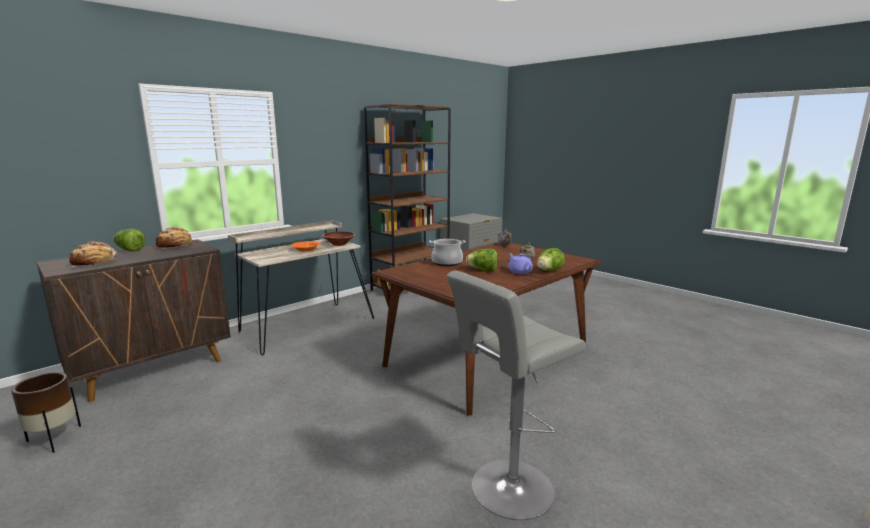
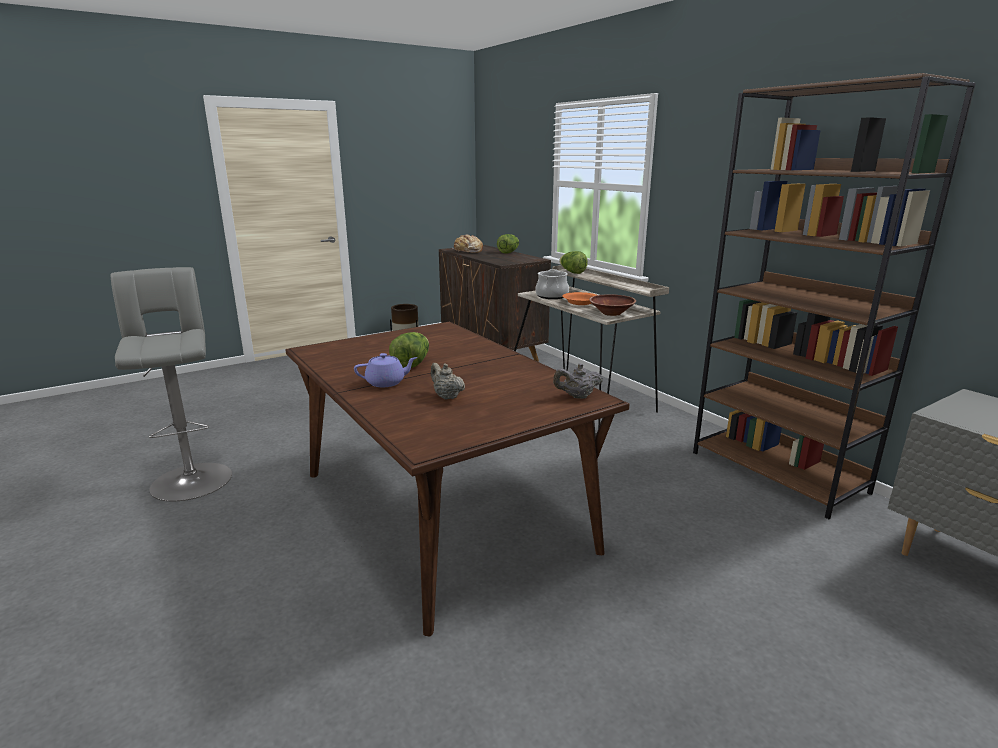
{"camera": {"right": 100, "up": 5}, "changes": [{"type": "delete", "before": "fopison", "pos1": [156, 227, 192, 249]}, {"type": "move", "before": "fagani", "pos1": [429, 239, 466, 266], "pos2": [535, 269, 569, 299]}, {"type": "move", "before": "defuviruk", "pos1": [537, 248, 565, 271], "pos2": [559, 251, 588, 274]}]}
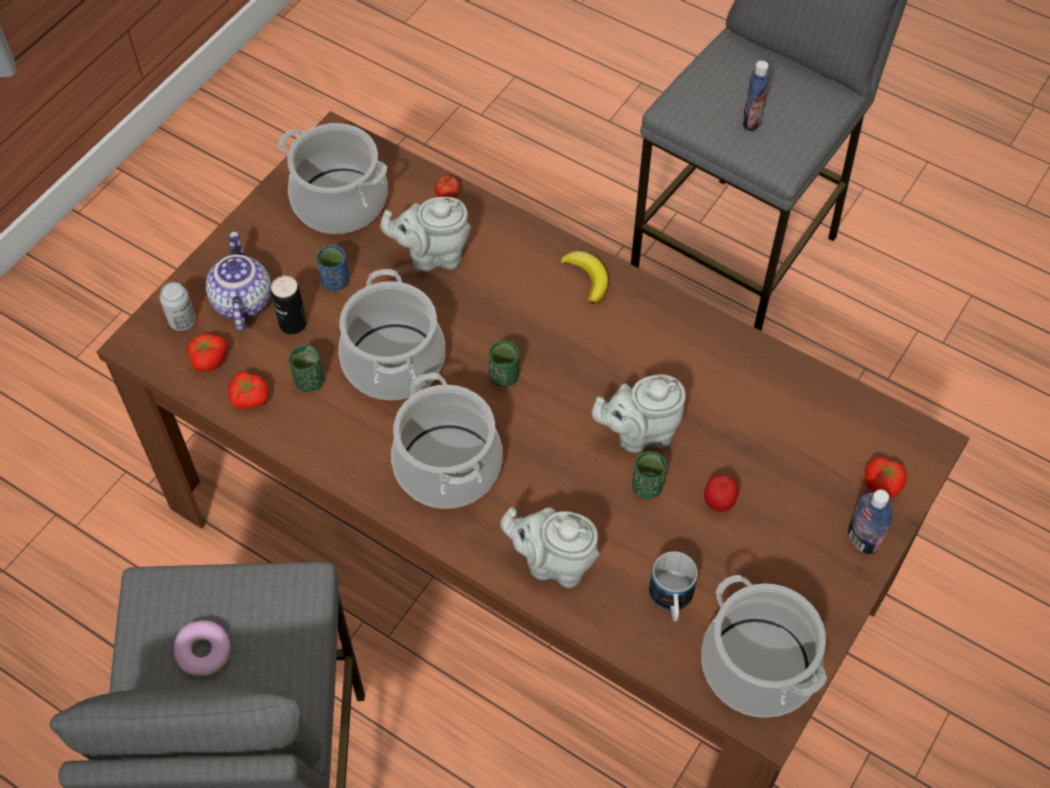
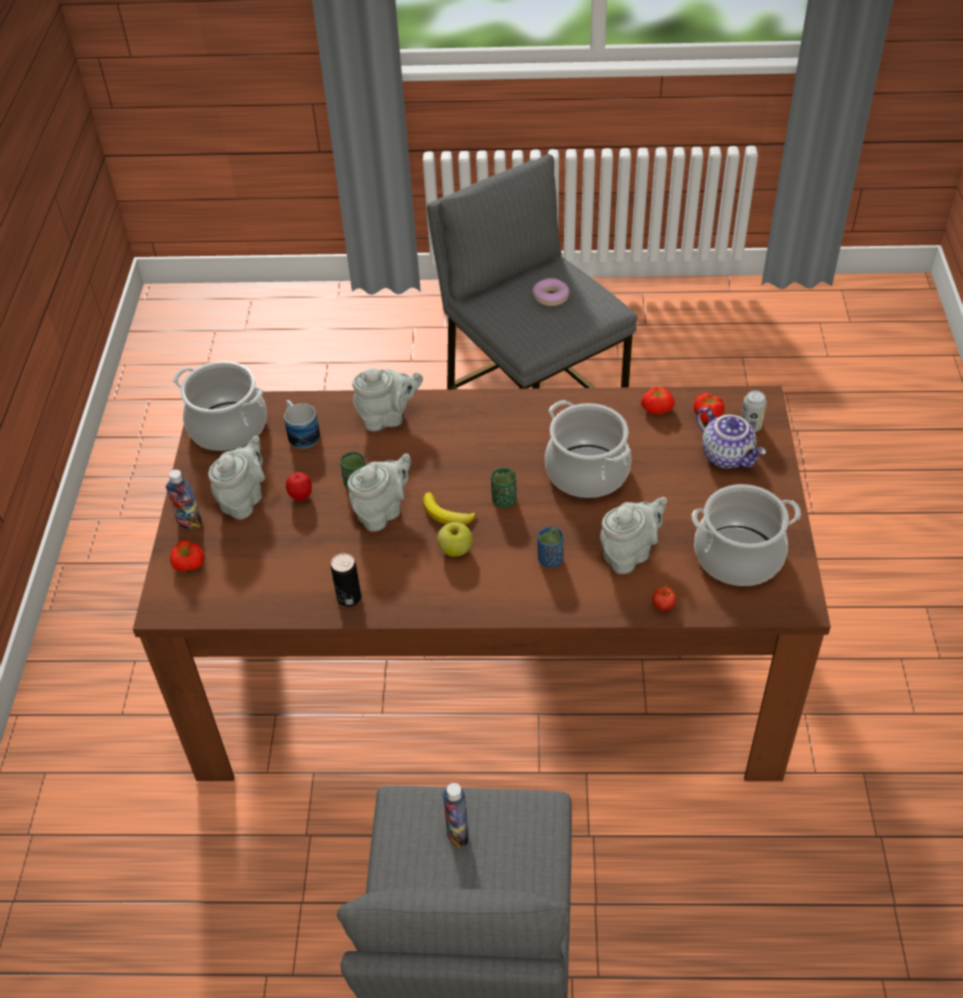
{"camera": {"right": 150, "up": -10}, "changes": [{"type": "move", "before": "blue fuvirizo", "pos1": [316, 245, 349, 291], "pos2": [538, 527, 564, 568]}, {"type": "move", "before": "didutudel", "pos1": [560, 251, 608, 304], "pos2": [423, 492, 476, 525]}, {"type": "move", "before": "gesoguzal", "pos1": [271, 276, 307, 334], "pos2": [331, 553, 361, 607]}, {"type": "delete", "before": "green fuvirizo", "pos1": [289, 345, 324, 392]}, {"type": "delete", "before": "fagani", "pos1": [391, 373, 503, 509]}, {"type": "insert", "after": "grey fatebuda", "pos2": [208, 436, 265, 520]}, {"type": "insert", "after": "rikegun", "pos2": [437, 522, 473, 557]}]}
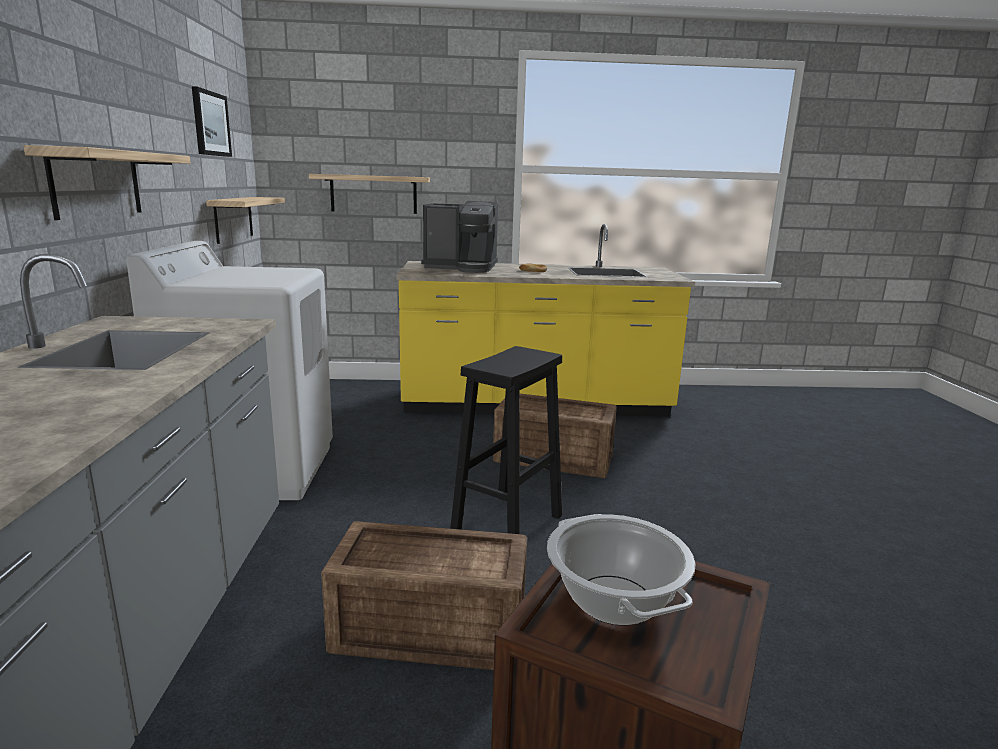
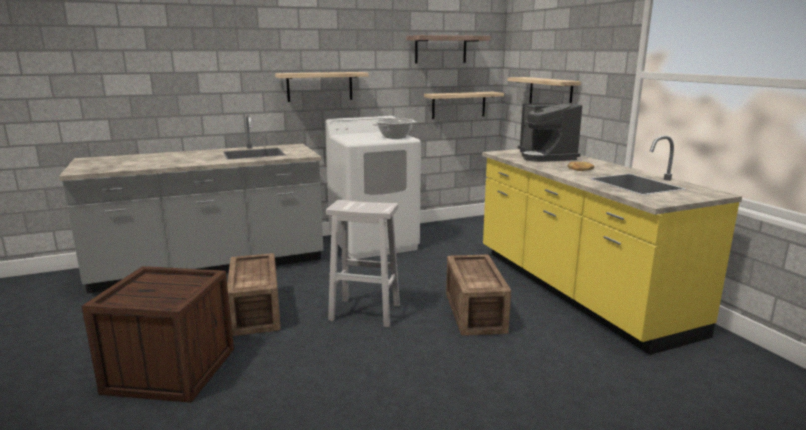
{"camera": {"right": 70, "up": 0}, "changes": [{"type": "replace", "before": "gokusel", "after": "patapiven", "pos1": [192, 86, 232, 157], "pos2": [406, 35, 491, 63]}, {"type": "recolor", "before": "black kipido", "after": "white kipido", "pos1": [450, 346, 562, 534], "pos2": [326, 200, 400, 327]}, {"type": "move", "before": "fagani", "pos1": [547, 514, 696, 626], "pos2": [372, 118, 417, 139]}]}
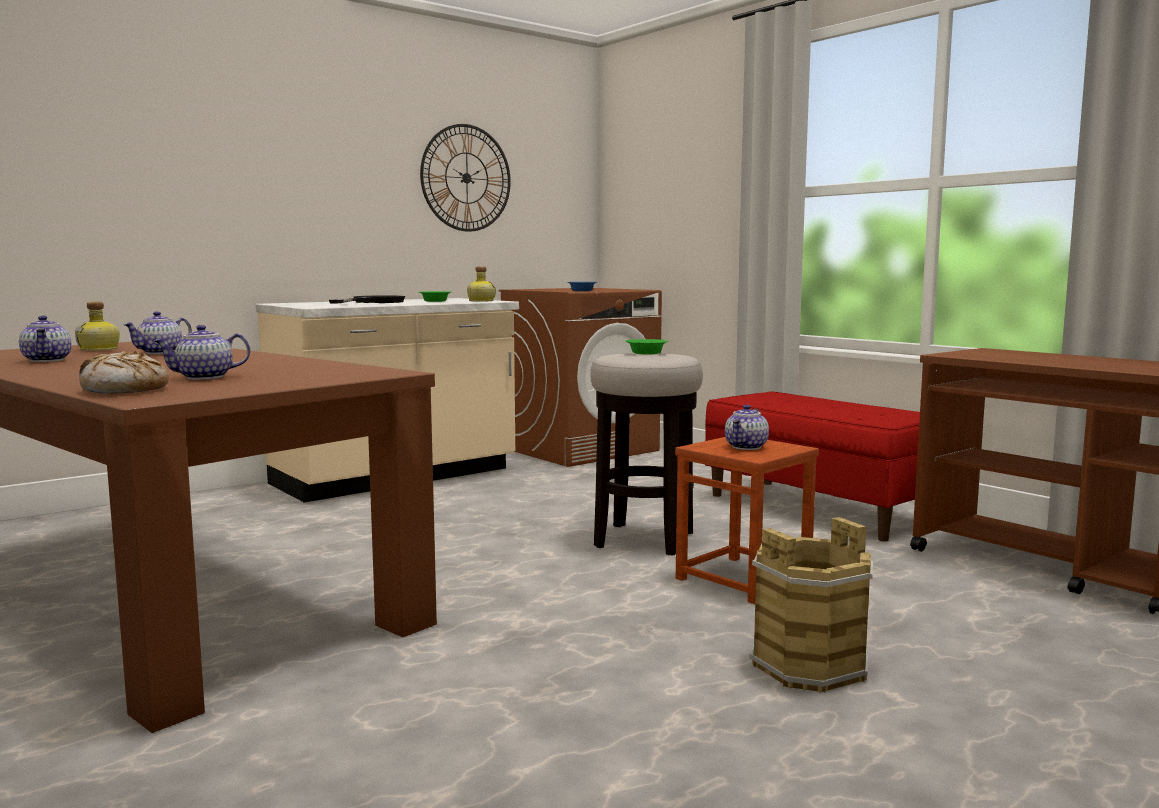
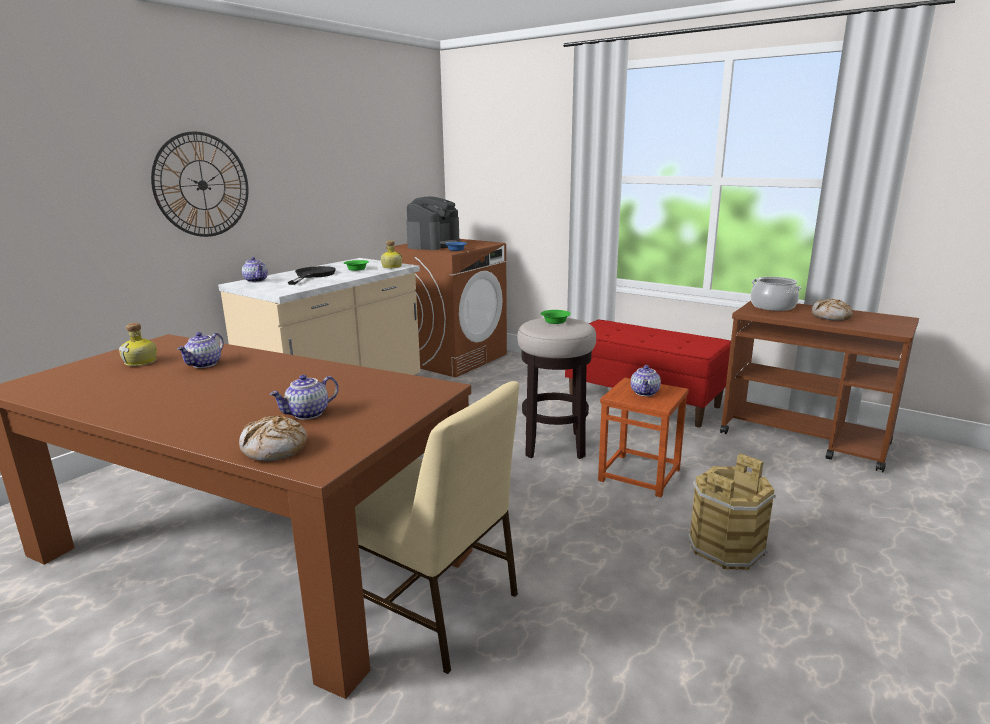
{"camera": {"right": -15, "up": 10}, "changes": [{"type": "move", "before": "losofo", "pos1": [420, 124, 511, 232], "pos2": [151, 131, 249, 237]}, {"type": "move", "before": "fatebuda", "pos1": [19, 316, 71, 362], "pos2": [242, 257, 268, 282]}, {"type": "insert", "after": "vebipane", "pos2": [406, 196, 460, 250]}, {"type": "insert", "after": "fagani", "pos2": [751, 277, 801, 311]}, {"type": "insert", "after": "fopison", "pos2": [812, 299, 853, 321]}, {"type": "insert", "after": "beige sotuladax", "pos2": [355, 381, 519, 674]}]}
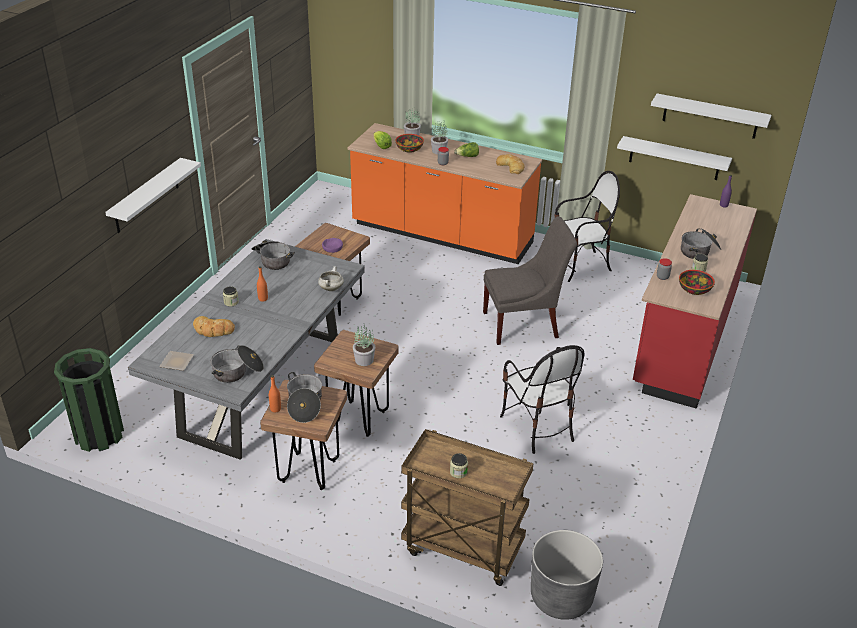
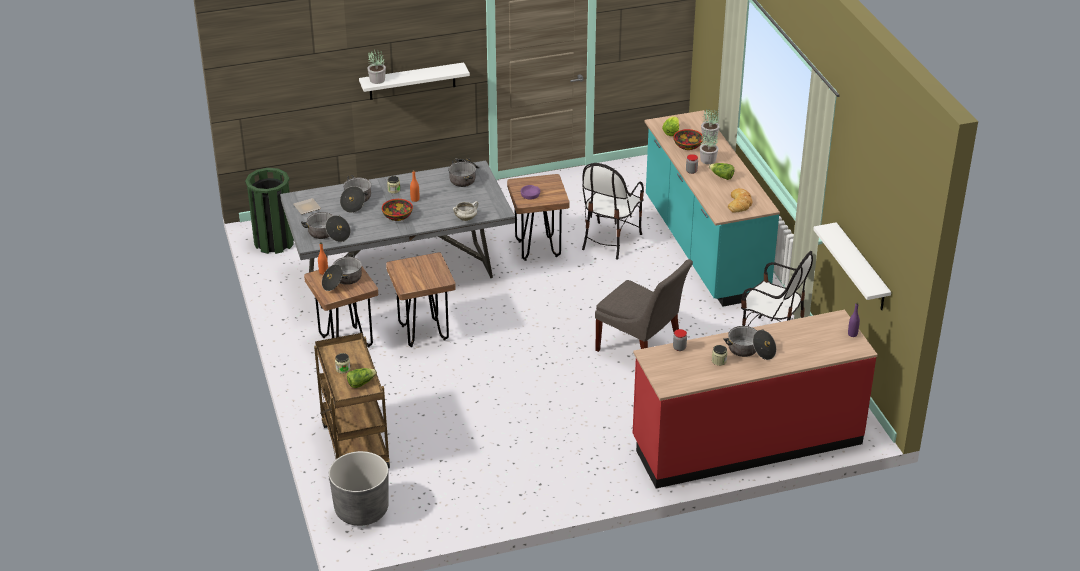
{"camera": {"right": 50, "up": 0}, "changes": [{"type": "delete", "before": "white patapiven", "pos1": [651, 94, 771, 139]}, {"type": "recolor", "before": "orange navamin", "after": "turquoise navamin", "pos1": [348, 123, 542, 264], "pos2": [645, 110, 780, 307]}, {"type": "move", "before": "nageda", "pos1": [679, 270, 715, 295], "pos2": [382, 199, 413, 221]}, {"type": "replace", "before": "fopison", "after": "fagani", "pos1": [193, 316, 235, 337], "pos2": [340, 175, 371, 213]}, {"type": "move", "before": "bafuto", "pos1": [353, 324, 375, 366], "pos2": [367, 49, 386, 84]}, {"type": "move", "before": "sotuladax", "pos1": [500, 345, 585, 454], "pos2": [582, 163, 644, 260]}, {"type": "insert", "after": "defuviruk", "pos2": [347, 368, 377, 388]}]}
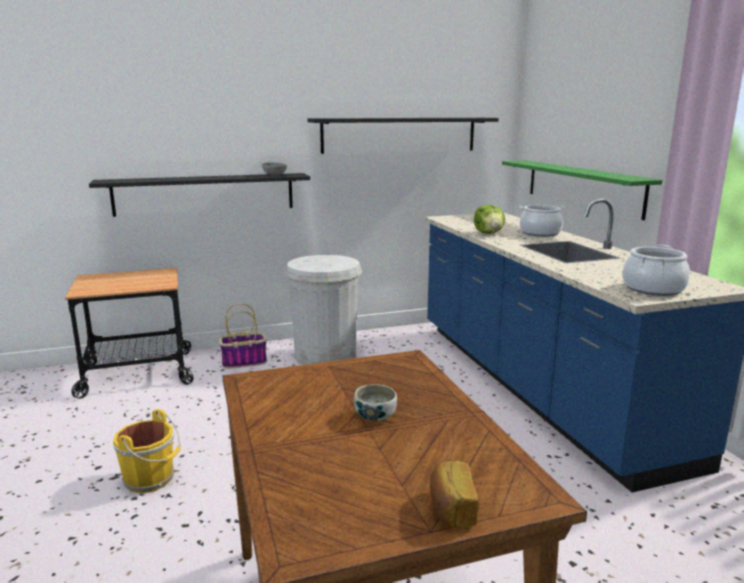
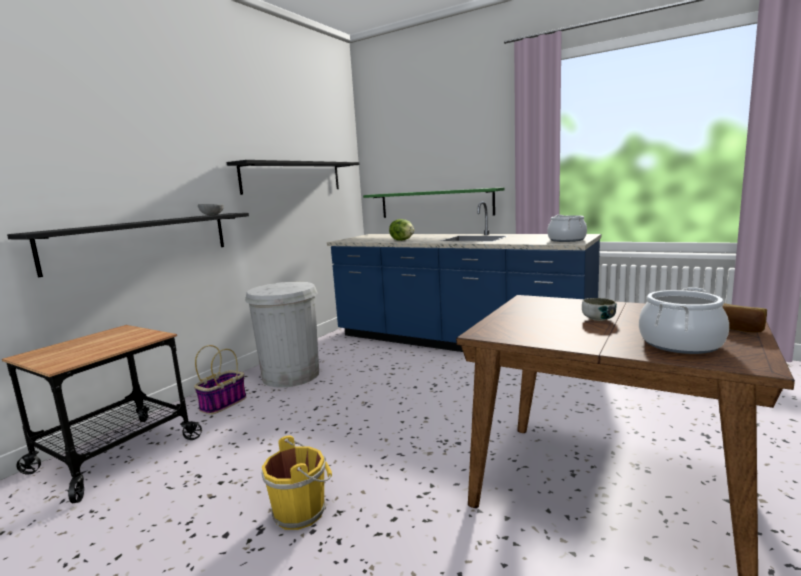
{"camera": {"right": -40, "up": -5}, "changes": [{"type": "move", "before": "fagani", "pos1": [519, 205, 566, 237], "pos2": [639, 287, 729, 354]}]}
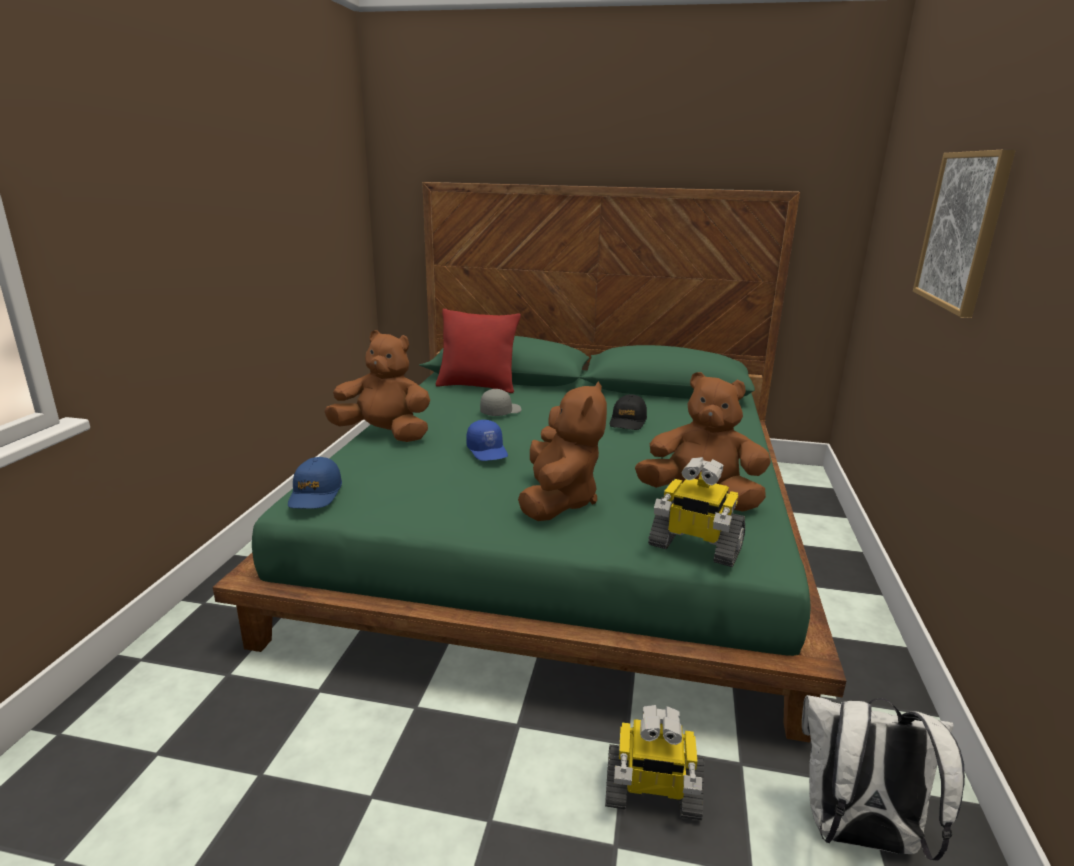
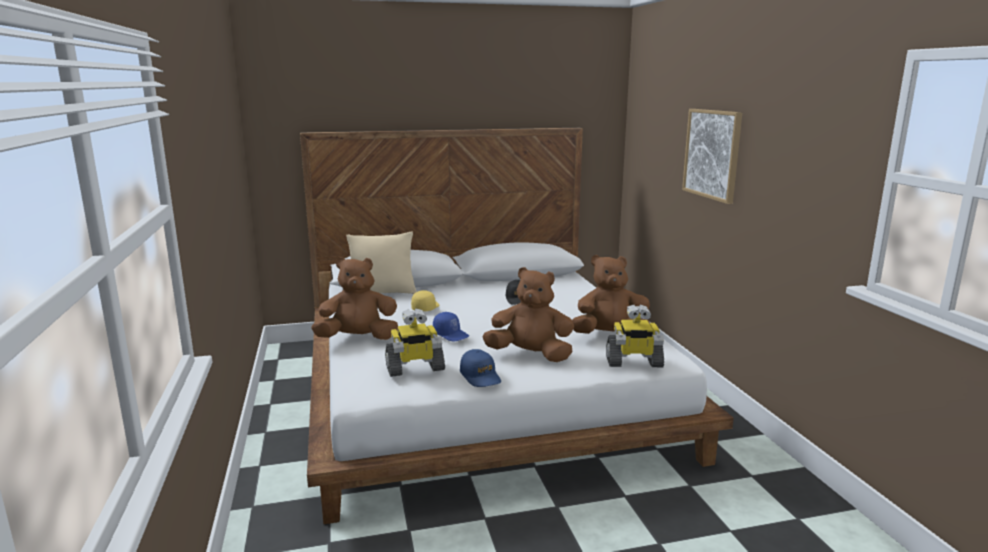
{"camera": {"right": -25, "up": -5}, "changes": [{"type": "recolor", "before": "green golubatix", "after": "white golubatix", "pos1": [213, 182, 846, 742], "pos2": [300, 128, 734, 524]}, {"type": "recolor", "before": "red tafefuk", "after": "beige tafefuk", "pos1": [436, 309, 521, 393], "pos2": [347, 232, 417, 294]}, {"type": "rotate", "before": "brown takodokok", "pos1": [518, 381, 607, 521], "pos2": [482, 267, 574, 362], "turn": -60}, {"type": "recolor", "before": "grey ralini", "after": "yellow ralini", "pos1": [480, 389, 522, 416], "pos2": [411, 290, 439, 311]}, {"type": "move", "before": "blue ralini", "pos1": [288, 457, 342, 509], "pos2": [460, 349, 501, 387]}, {"type": "delete", "before": "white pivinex", "pos1": [802, 695, 965, 860]}, {"type": "move", "before": "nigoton", "pos1": [605, 705, 704, 820], "pos2": [385, 308, 445, 377]}]}
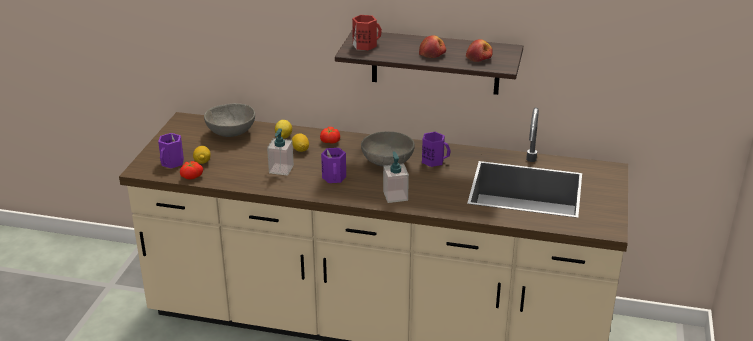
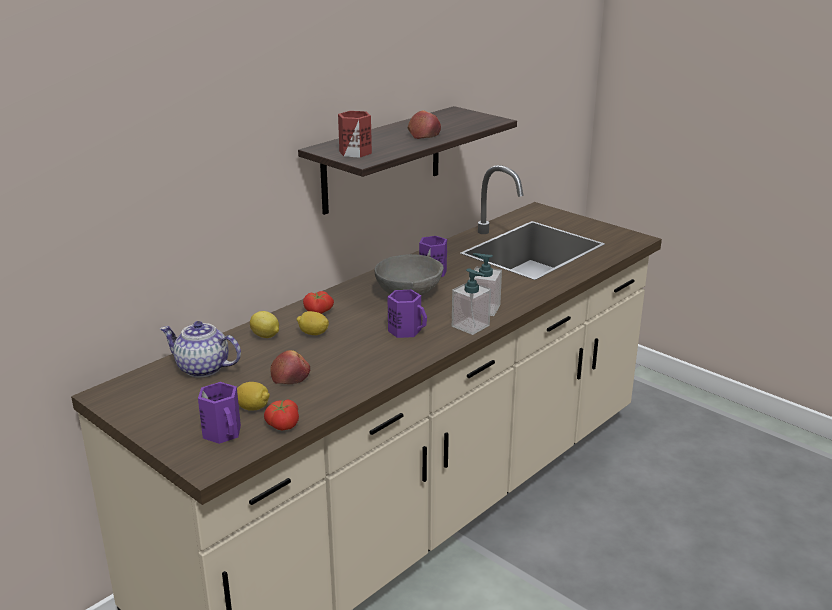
{"camera": {"right": -60, "up": -5}, "changes": [{"type": "move", "before": "rikegun", "pos1": [466, 39, 493, 62], "pos2": [270, 350, 310, 384]}, {"type": "replace", "before": "grey nageda", "after": "fatebuda", "pos1": [204, 103, 255, 137], "pos2": [160, 321, 241, 378]}, {"type": "move", "before": "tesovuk", "pos1": [267, 128, 294, 175], "pos2": [452, 268, 491, 335]}]}
